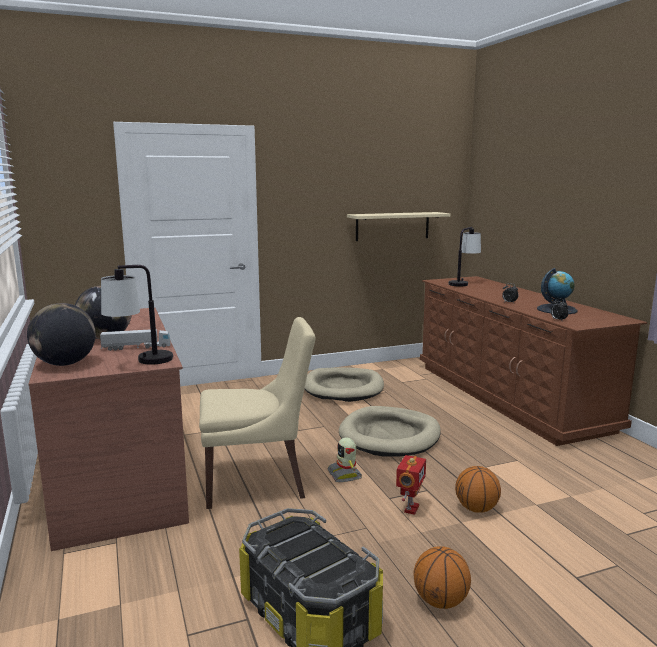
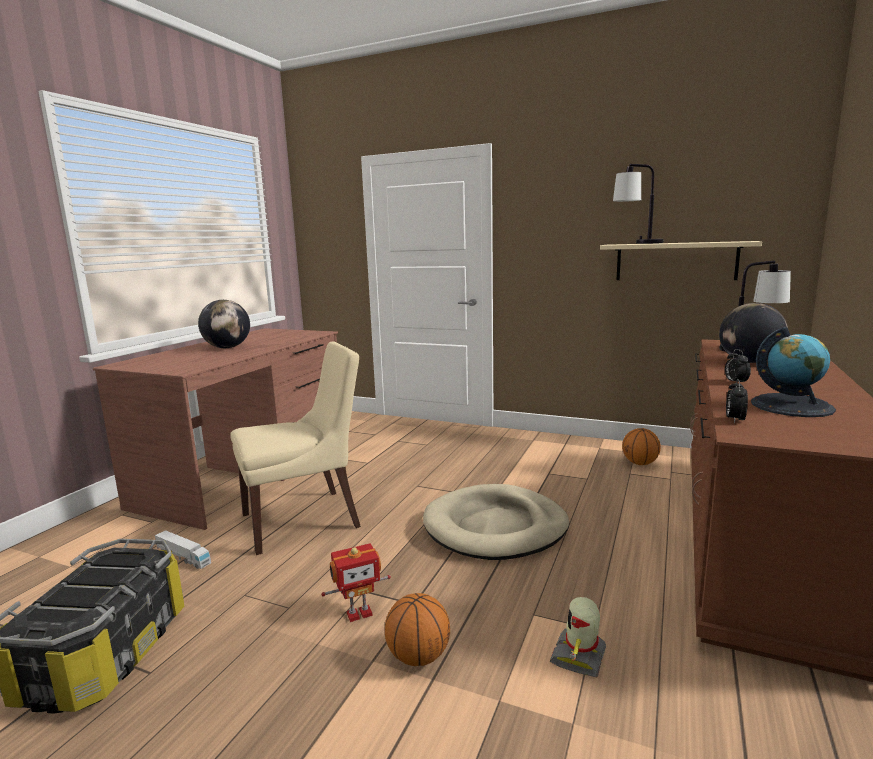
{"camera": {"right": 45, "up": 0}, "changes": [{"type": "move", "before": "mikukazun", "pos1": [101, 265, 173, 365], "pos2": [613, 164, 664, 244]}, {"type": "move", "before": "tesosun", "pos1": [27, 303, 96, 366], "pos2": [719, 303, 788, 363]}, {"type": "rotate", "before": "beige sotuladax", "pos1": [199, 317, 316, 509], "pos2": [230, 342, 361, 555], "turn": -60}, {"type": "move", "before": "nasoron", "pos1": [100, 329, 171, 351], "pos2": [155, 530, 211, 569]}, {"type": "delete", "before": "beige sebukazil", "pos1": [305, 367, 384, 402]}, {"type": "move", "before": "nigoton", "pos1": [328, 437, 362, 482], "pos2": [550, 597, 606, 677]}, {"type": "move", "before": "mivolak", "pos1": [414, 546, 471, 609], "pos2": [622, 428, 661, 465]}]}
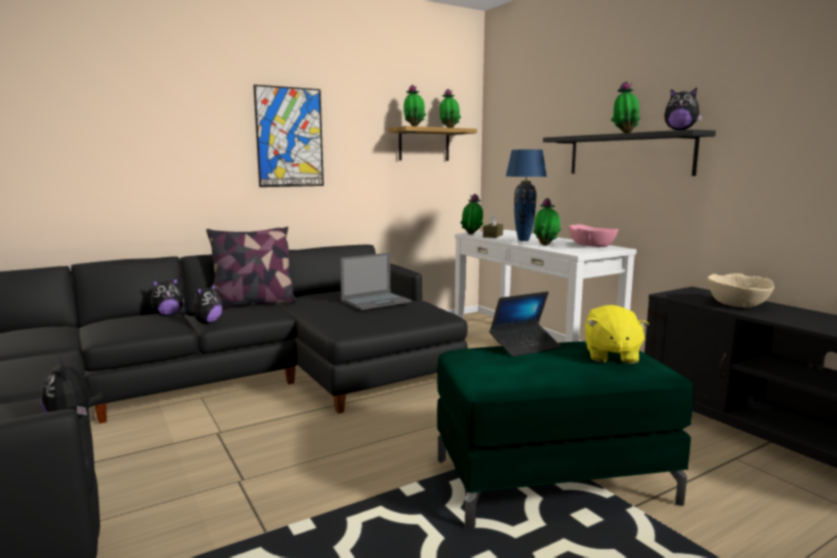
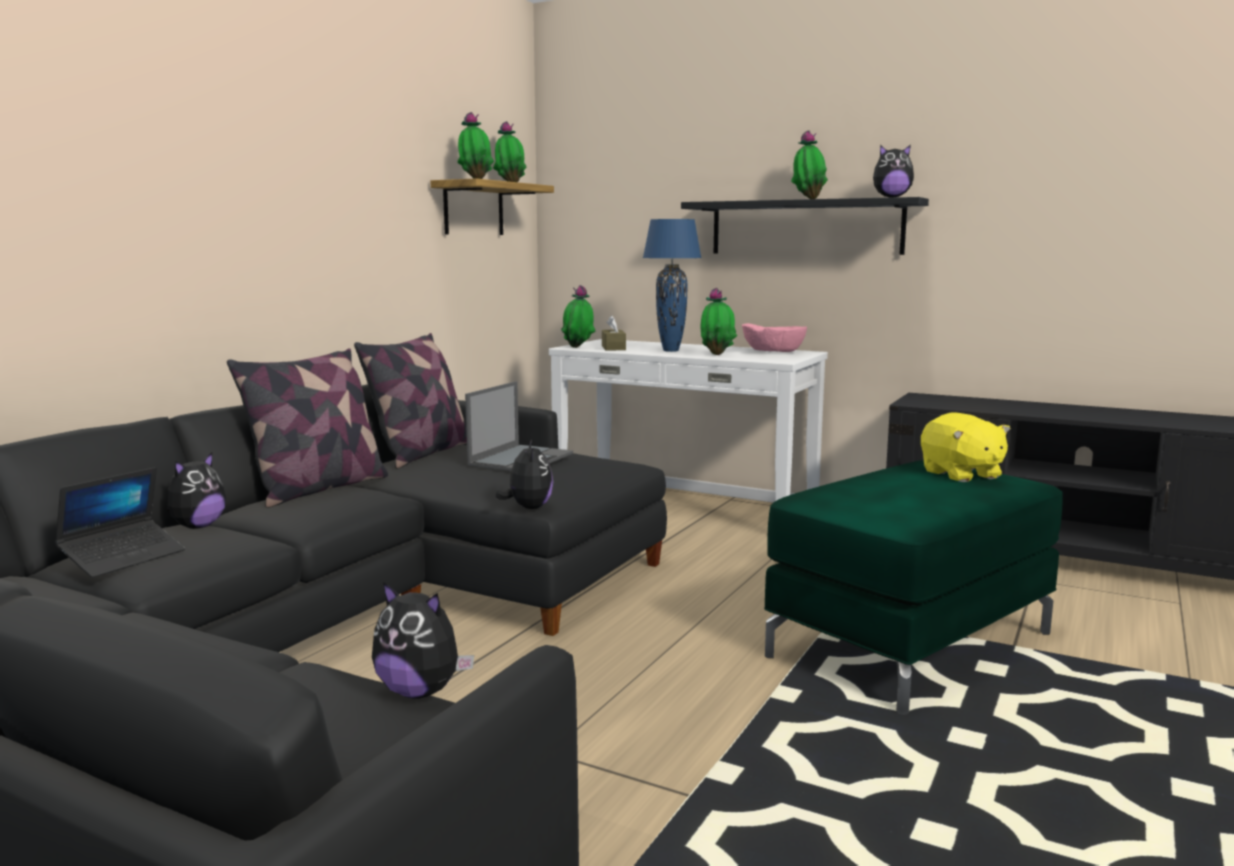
{"camera": {"right": -30, "up": 0}, "changes": [{"type": "delete", "before": "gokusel", "pos1": [253, 85, 324, 187]}, {"type": "delete", "before": "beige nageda", "pos1": [707, 273, 774, 308]}, {"type": "move", "before": "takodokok", "pos1": [186, 283, 223, 324], "pos2": [496, 440, 553, 509]}, {"type": "move", "before": "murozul", "pos1": [490, 291, 562, 357], "pos2": [55, 467, 185, 578]}, {"type": "insert", "after": "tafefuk", "pos2": [354, 333, 467, 469]}]}
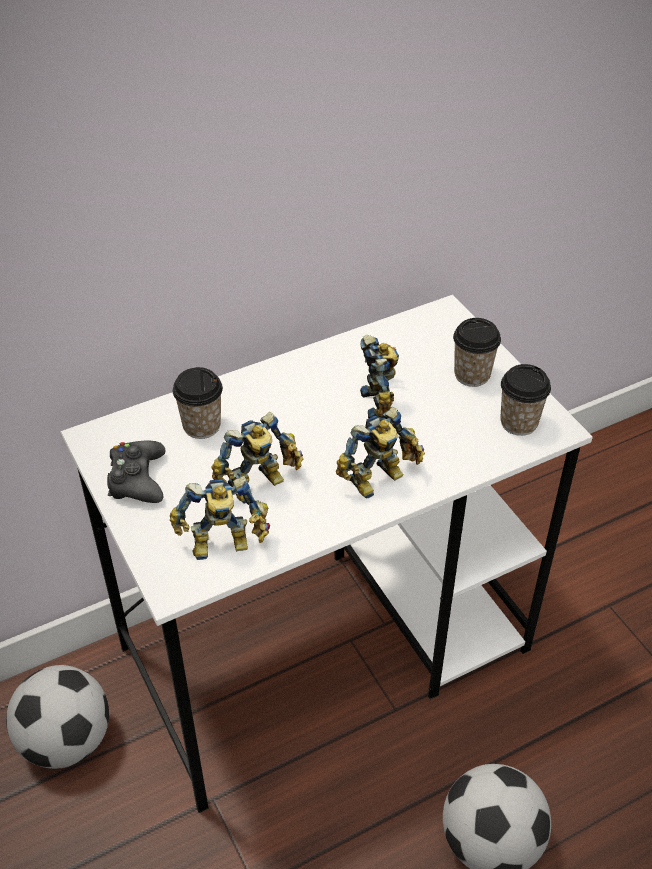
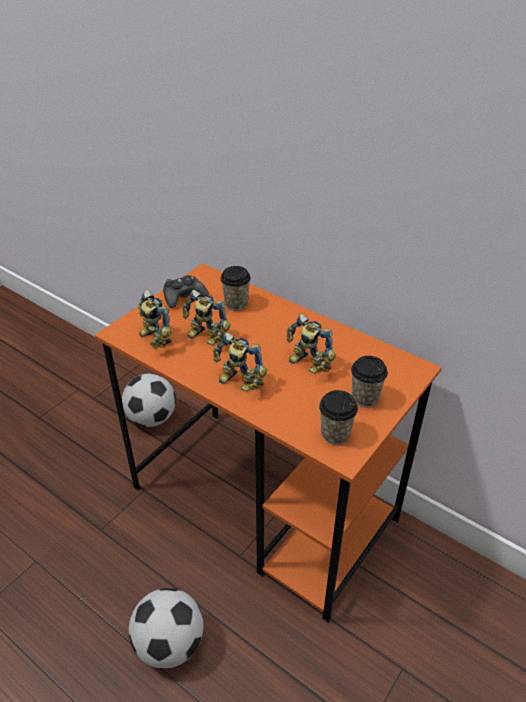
{"camera": {"right": 65, "up": -5}, "changes": [{"type": "recolor", "before": "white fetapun", "after": "orange fetapun", "pos1": [61, 295, 593, 813], "pos2": [95, 264, 442, 623]}, {"type": "rotate", "before": "nigoton", "pos1": [360, 335, 399, 419], "pos2": [287, 314, 336, 374], "turn": 75}]}
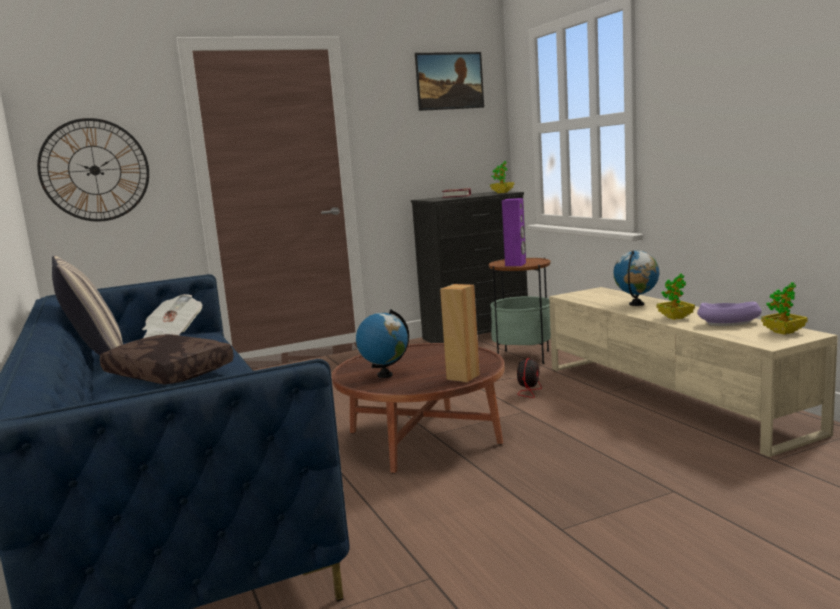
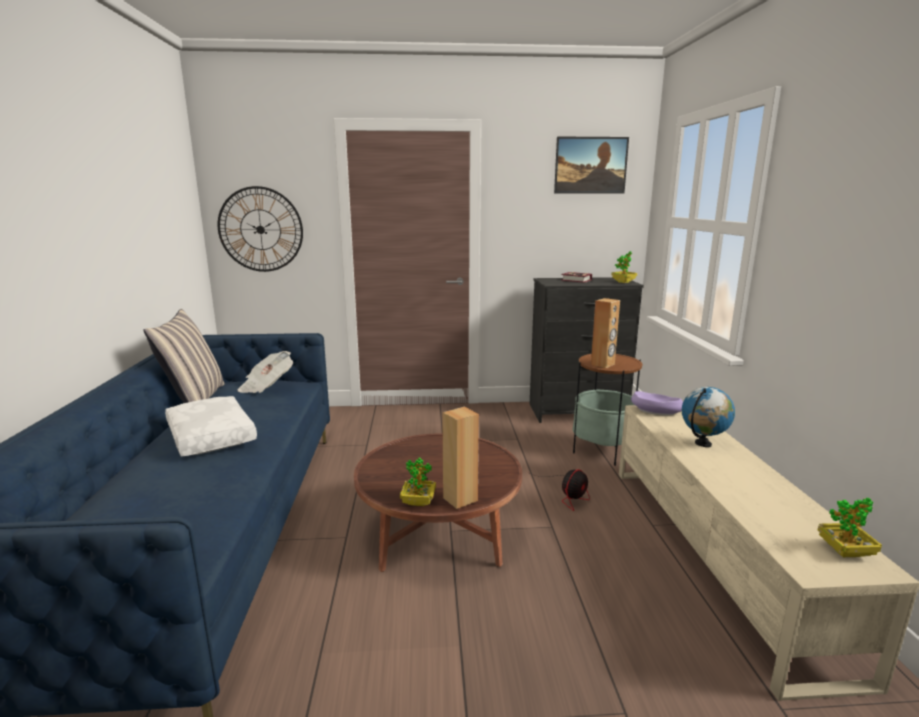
{"camera": {"right": 20, "up": 5}, "changes": [{"type": "recolor", "before": "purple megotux", "after": "brown megotux", "pos1": [502, 198, 526, 266], "pos2": [591, 298, 620, 368]}, {"type": "move", "before": "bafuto", "pos1": [656, 273, 695, 320], "pos2": [400, 458, 436, 506]}, {"type": "move", "before": "purple nageda", "pos1": [697, 302, 762, 326], "pos2": [631, 391, 683, 416]}, {"type": "delete", "before": "tesosun", "pos1": [356, 309, 409, 378]}, {"type": "recolor", "before": "brown tafefuk", "after": "white tafefuk", "pos1": [100, 334, 234, 385], "pos2": [165, 396, 257, 457]}]}
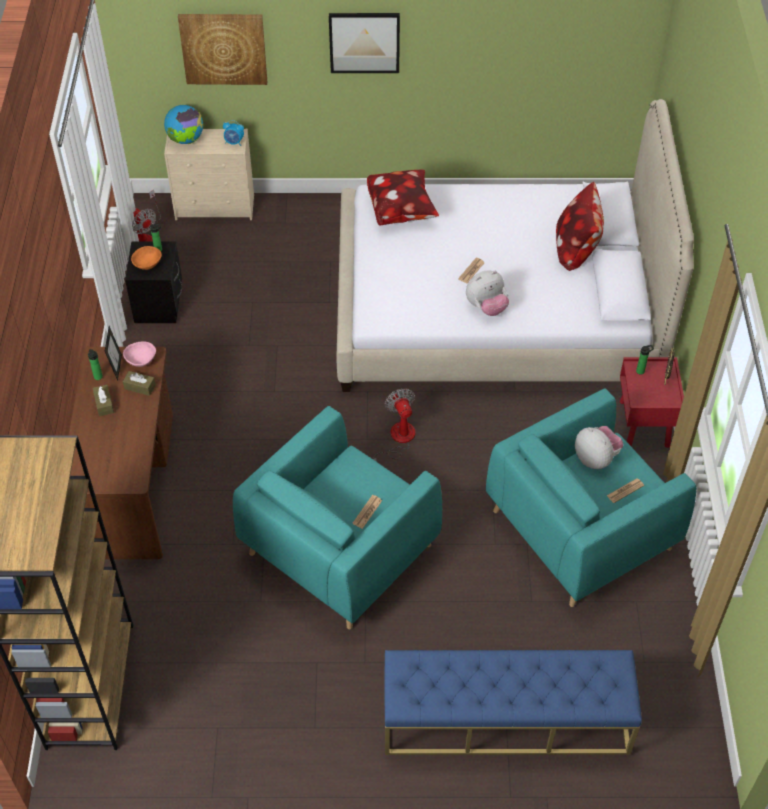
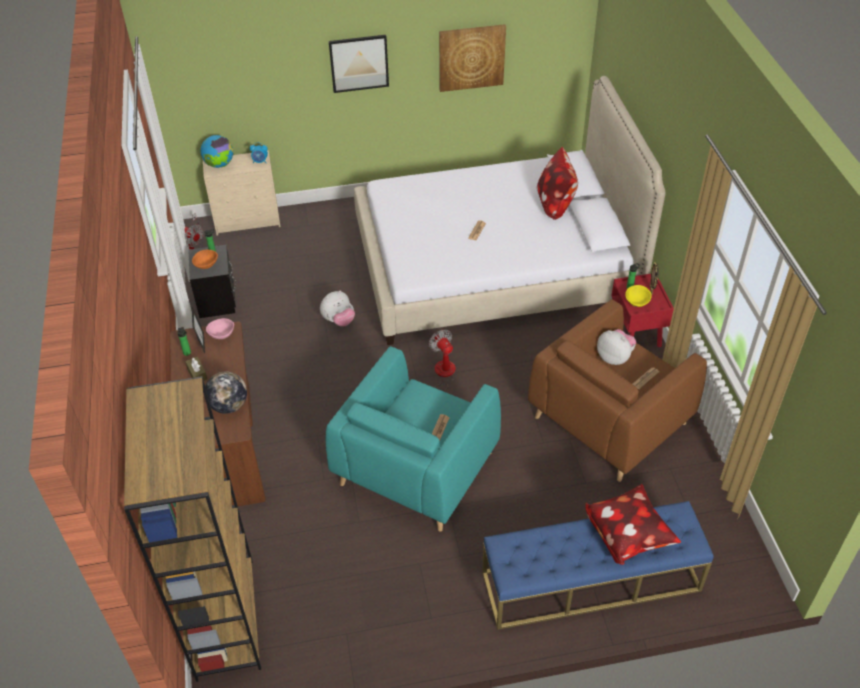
{"camera": {"right": -10, "up": -5}, "changes": [{"type": "move", "before": "gokusel", "pos1": [178, 14, 267, 85], "pos2": [439, 24, 506, 92]}, {"type": "move", "before": "tafefuk", "pos1": [367, 170, 439, 225], "pos2": [585, 484, 681, 565]}, {"type": "move", "before": "takodokok", "pos1": [466, 270, 509, 316], "pos2": [320, 291, 355, 327]}, {"type": "delete", "before": "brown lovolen", "pos1": [123, 371, 156, 396]}, {"type": "recolor", "before": "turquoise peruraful", "after": "brown peruraful", "pos1": [486, 388, 696, 607], "pos2": [528, 299, 707, 482]}, {"type": "insert", "after": "yellow nageda", "pos2": [625, 285, 652, 307]}, {"type": "insert", "after": "tesosun", "pos2": [205, 371, 247, 414]}]}
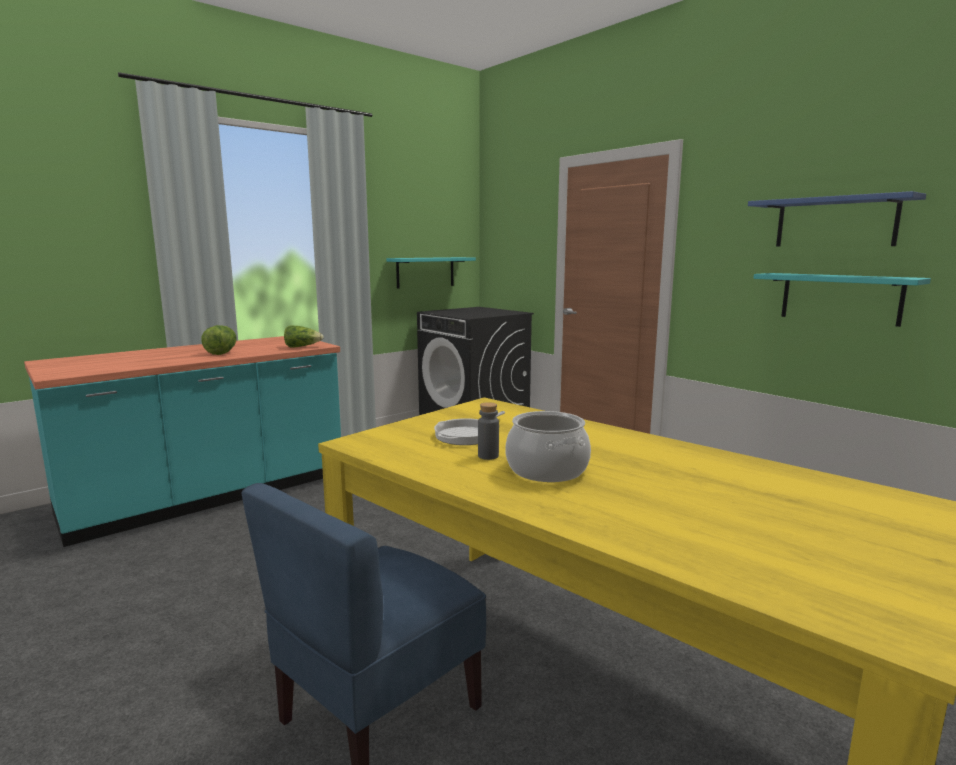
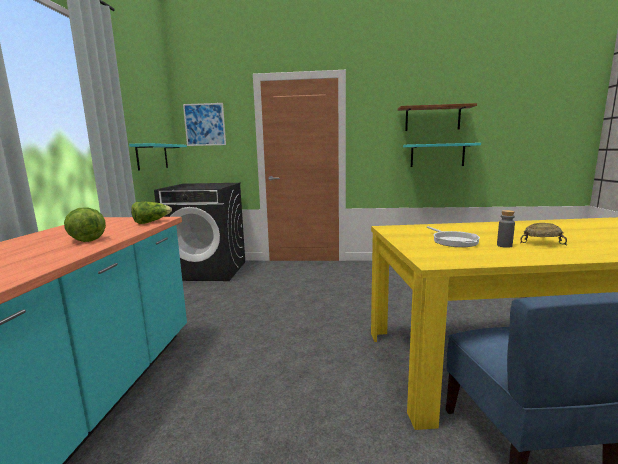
{"camera": {"right": -45, "up": 0}, "changes": [{"type": "recolor", "before": "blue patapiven", "after": "brown patapiven", "pos1": [748, 191, 926, 247], "pos2": [398, 103, 477, 131]}, {"type": "replace", "before": "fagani", "after": "beige nageda", "pos1": [505, 411, 591, 482], "pos2": [520, 223, 567, 245]}, {"type": "insert", "after": "gokusel", "pos2": [183, 103, 226, 146]}]}
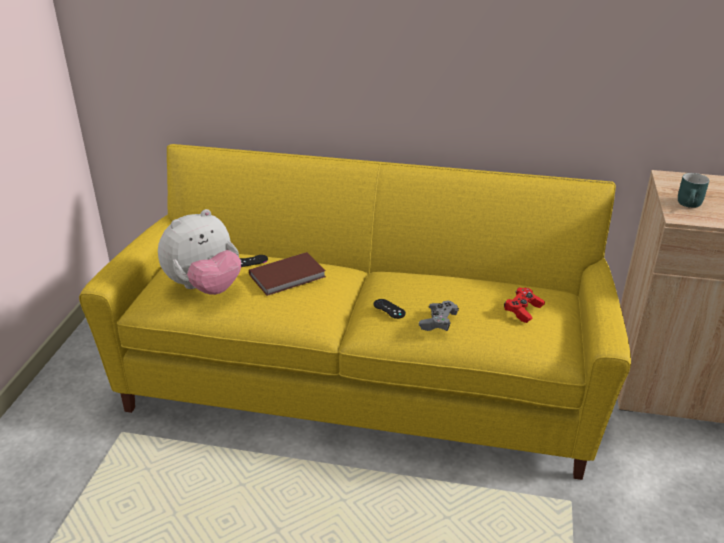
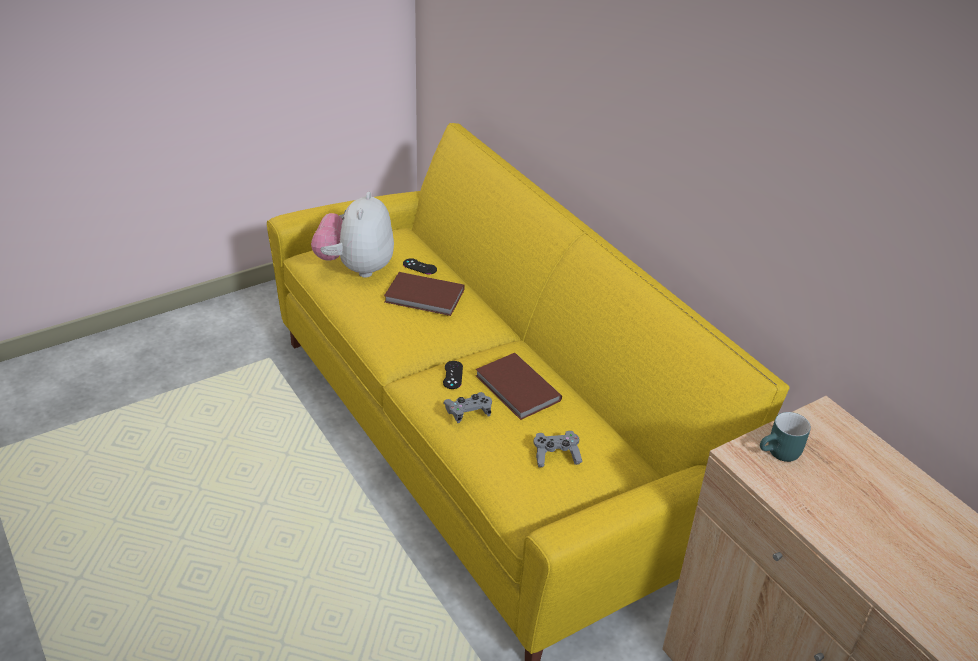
{"camera": {"right": 45, "up": 5}, "changes": [{"type": "rotate", "before": "takodokok", "pos1": [158, 209, 241, 295], "pos2": [311, 192, 394, 278], "turn": 90}, {"type": "recolor", "before": "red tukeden", "after": "grey tukeden", "pos1": [504, 287, 545, 323], "pos2": [533, 431, 582, 467]}, {"type": "insert", "after": "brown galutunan", "pos2": [476, 353, 562, 420]}]}
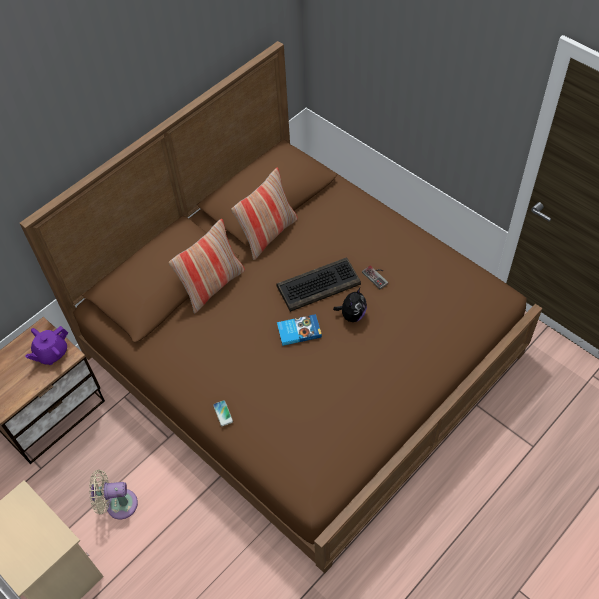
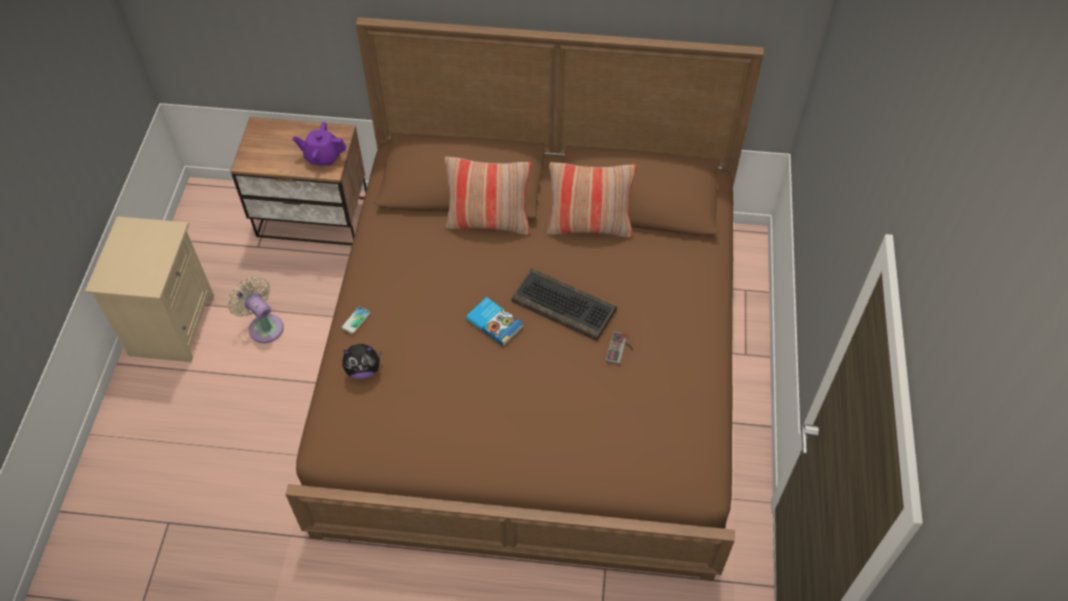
{"camera": {"right": 50, "up": 0}, "changes": [{"type": "move", "before": "takodokok", "pos1": [333, 288, 367, 322], "pos2": [342, 344, 382, 379]}]}
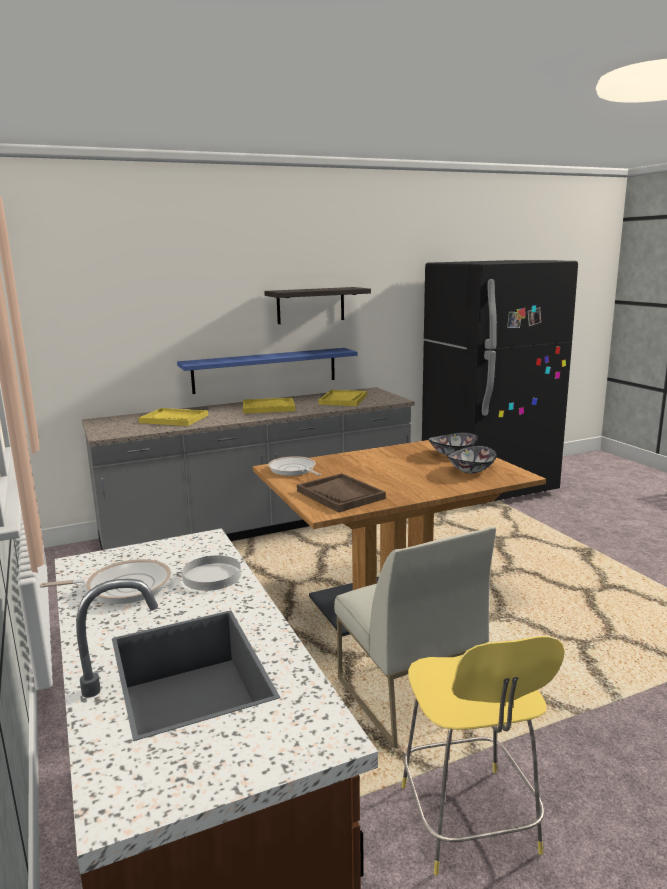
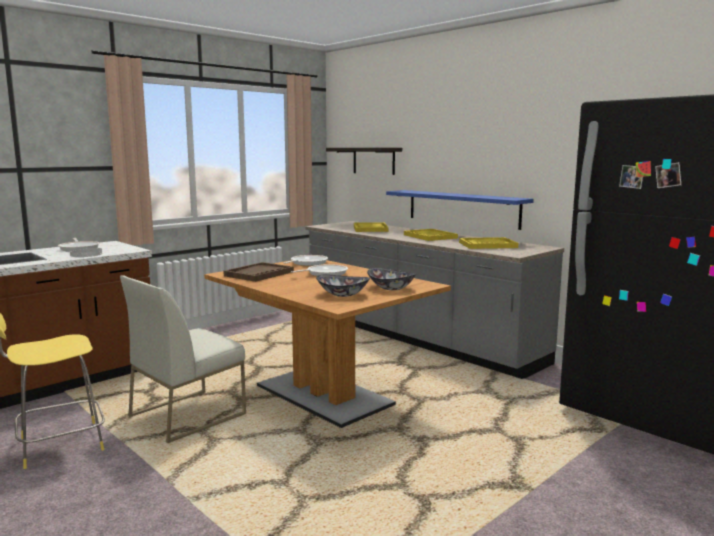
{"camera": {"right": 70, "up": -5}, "changes": [{"type": "move", "before": "patapiven", "pos1": [264, 287, 371, 324], "pos2": [326, 148, 402, 175]}, {"type": "insert", "after": "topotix", "pos2": [291, 264, 348, 276]}]}
